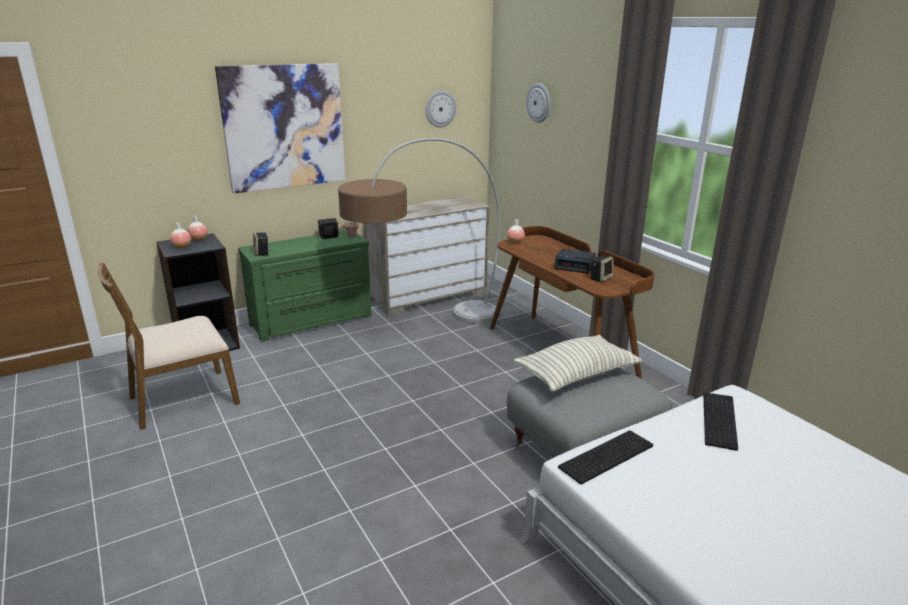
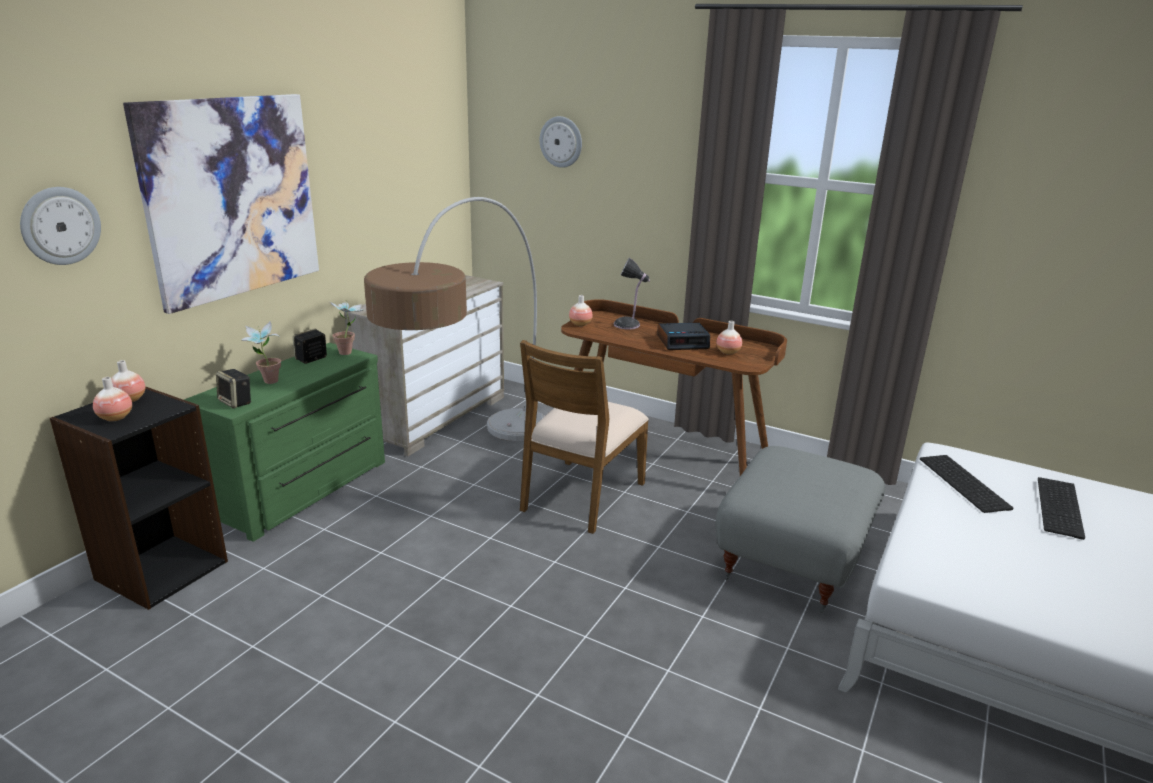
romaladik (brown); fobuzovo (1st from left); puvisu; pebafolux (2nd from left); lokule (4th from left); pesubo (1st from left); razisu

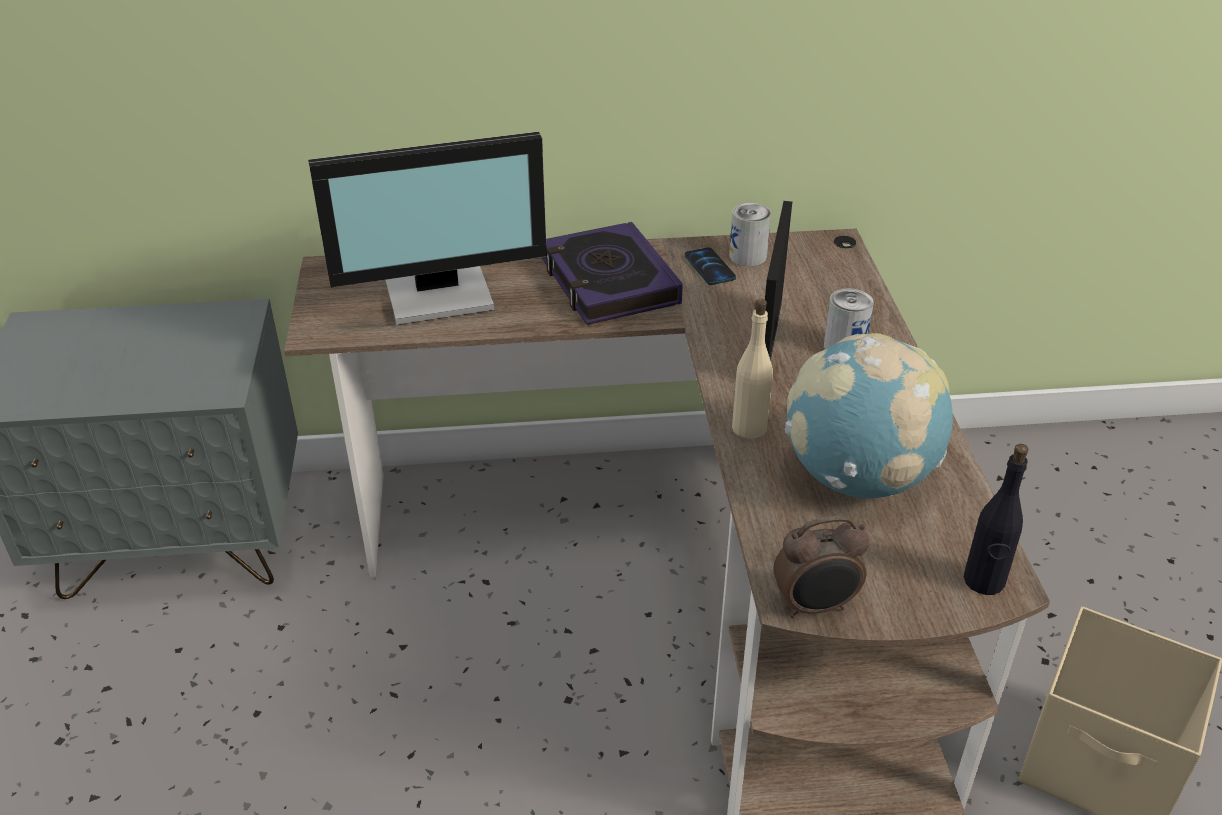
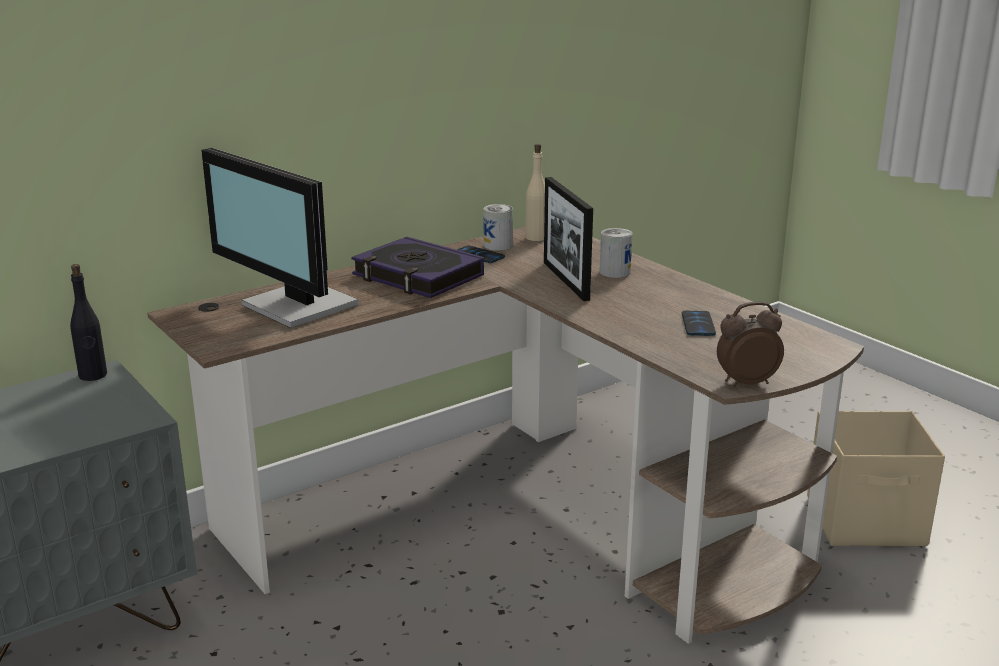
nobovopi; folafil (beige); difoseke; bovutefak (2nd from left); folafil (black)

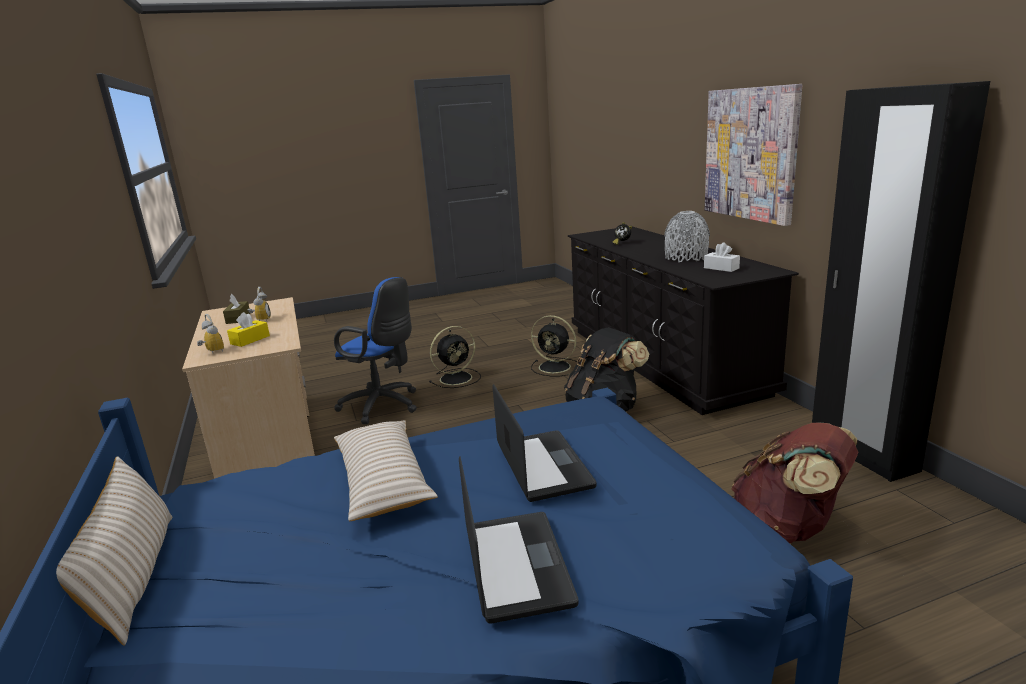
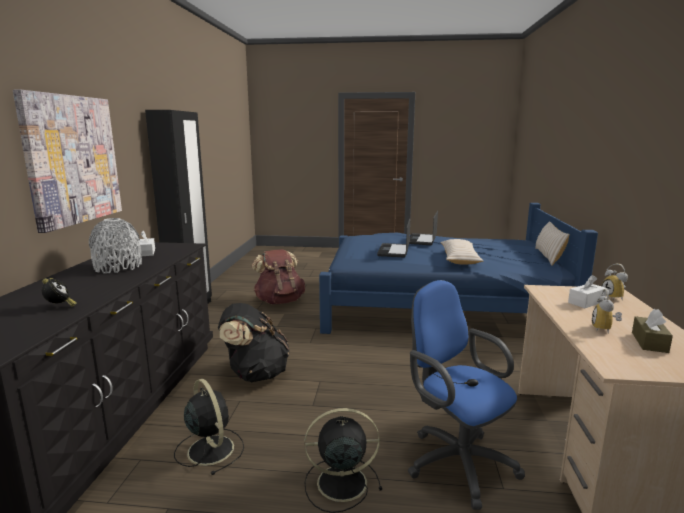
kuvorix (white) (2nd from left)

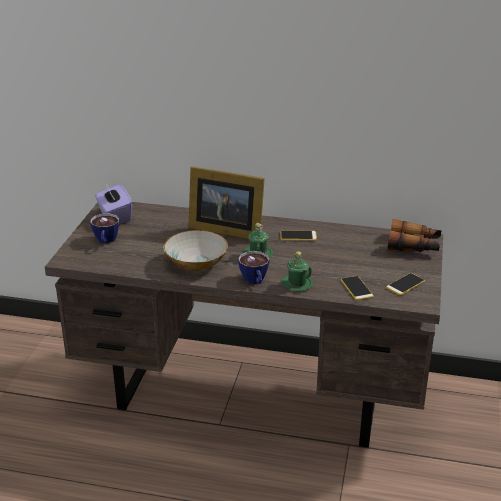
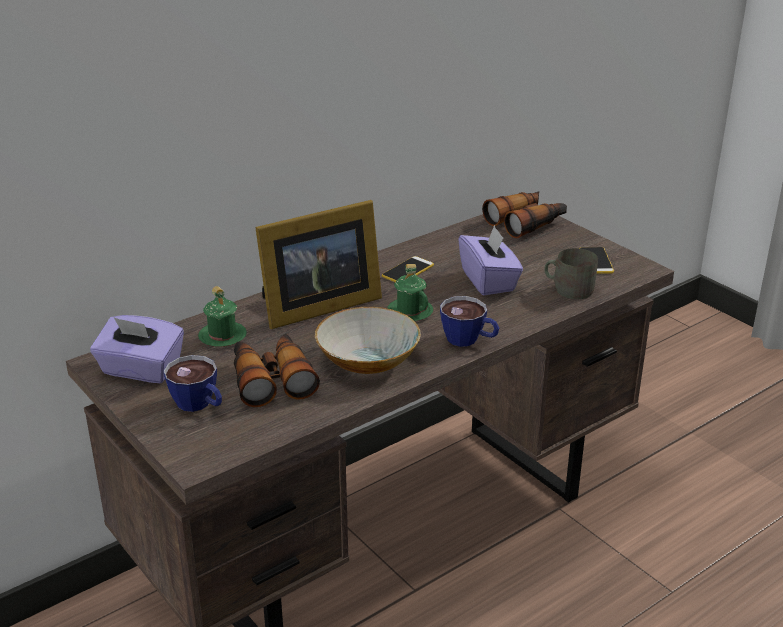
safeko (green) (1st from left); safeko (grey); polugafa (1st from left); kuvorix (purple) (2nd from left)

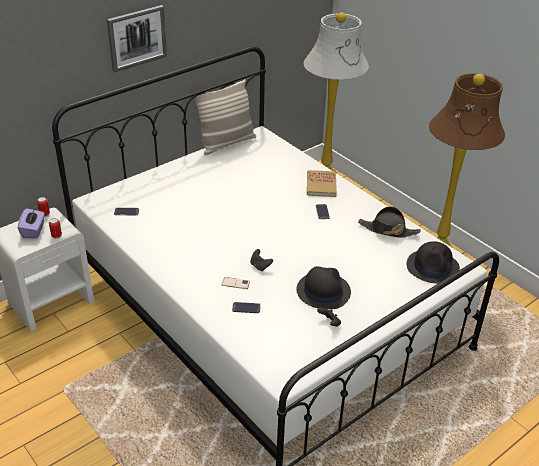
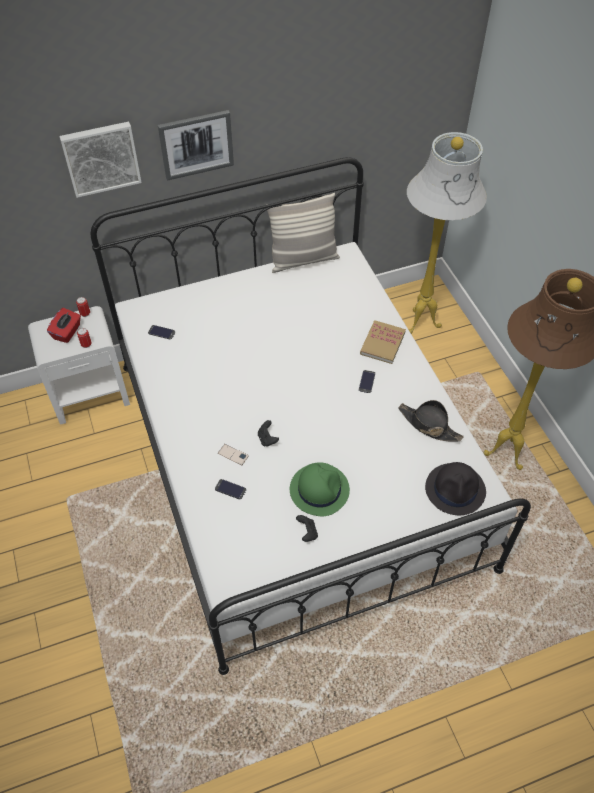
kuvorix (red); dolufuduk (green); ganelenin (1st from left)

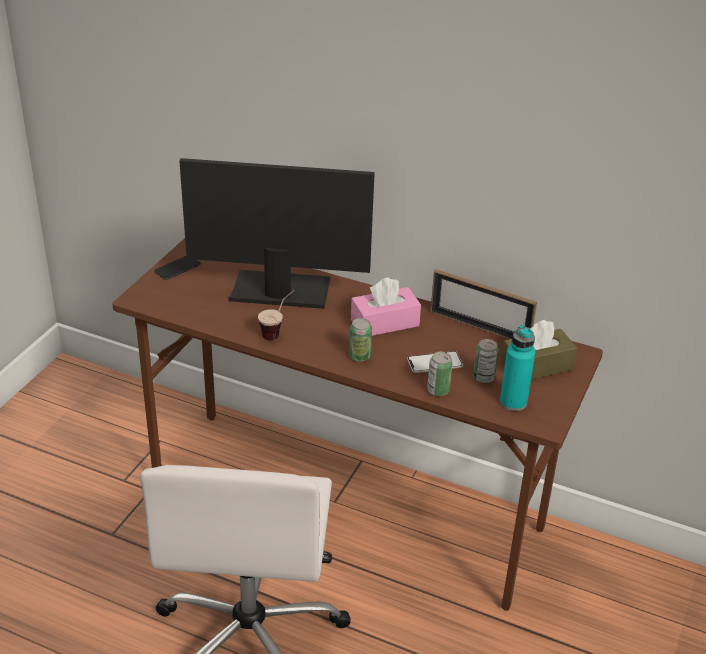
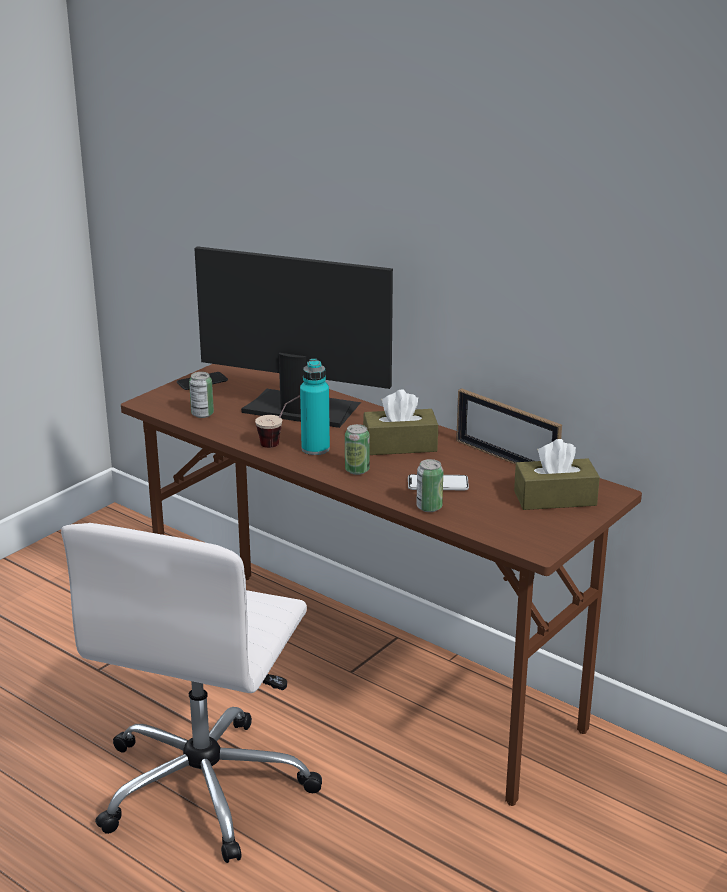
kuvorix (brown) (1st from left); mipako (1st from left); folafil (turquoise)

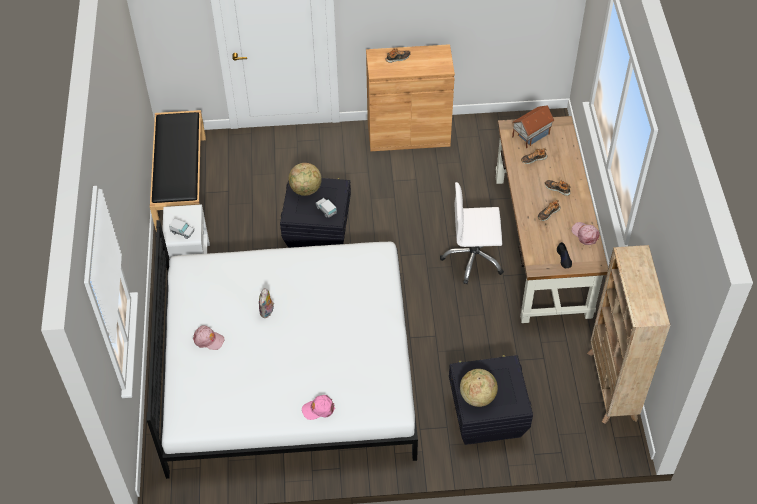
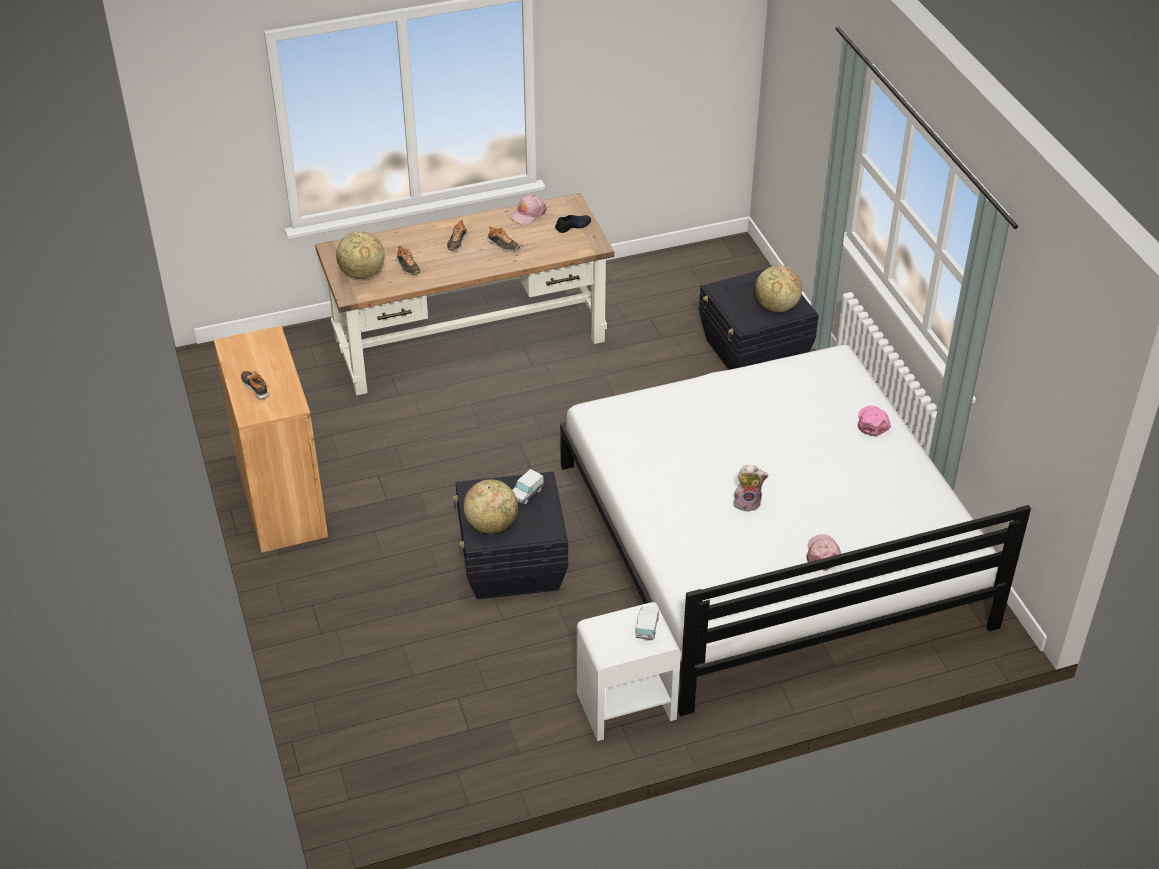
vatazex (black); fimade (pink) (3rd from left); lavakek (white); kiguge (1st from left); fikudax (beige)

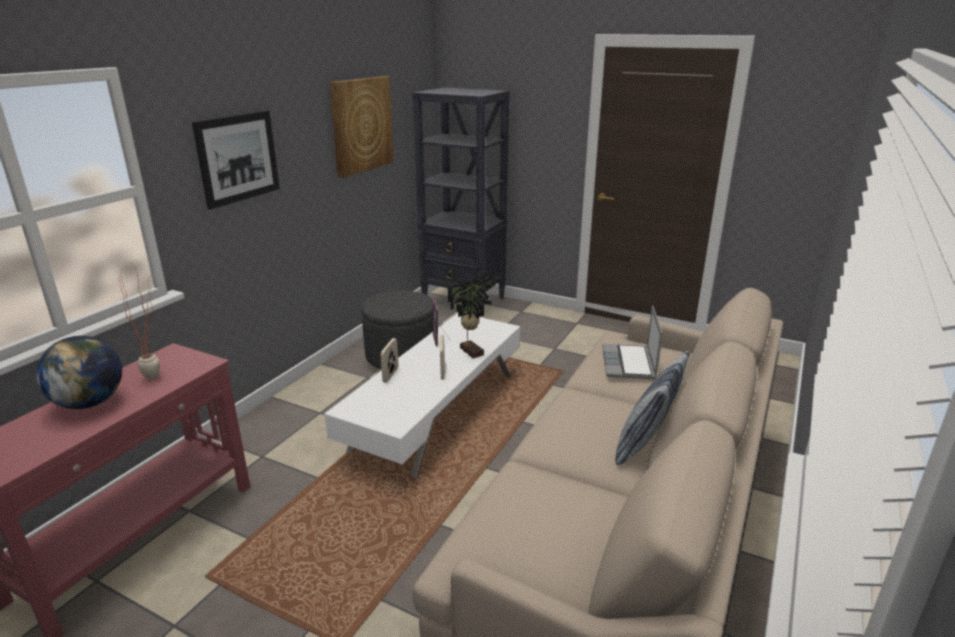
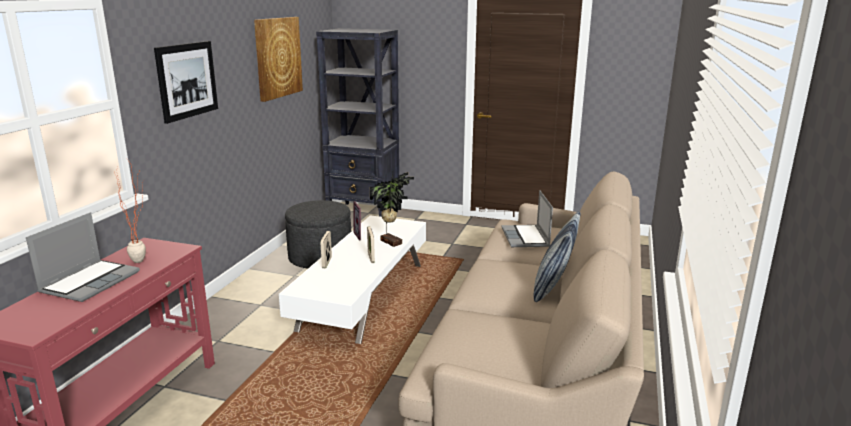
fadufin (1st from left)

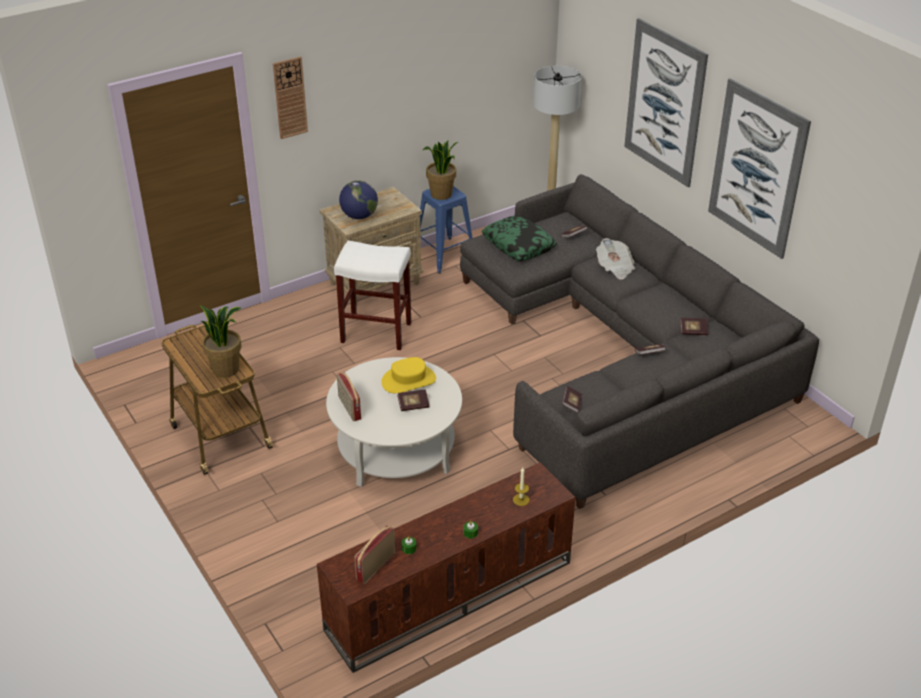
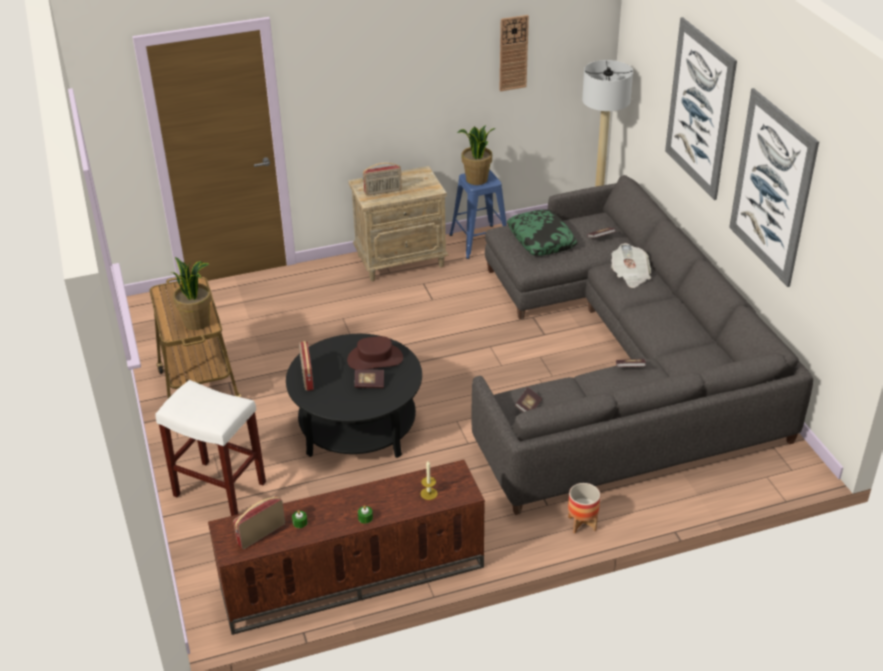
fobuzovo; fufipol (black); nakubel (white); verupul (3rd from left); dolufuduk (brown); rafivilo (5th from left in the first image); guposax

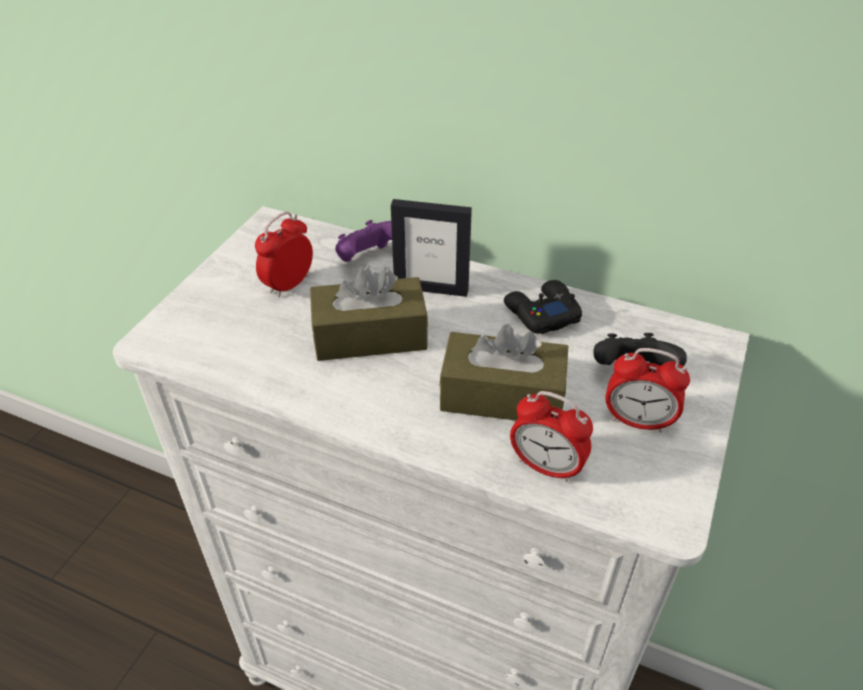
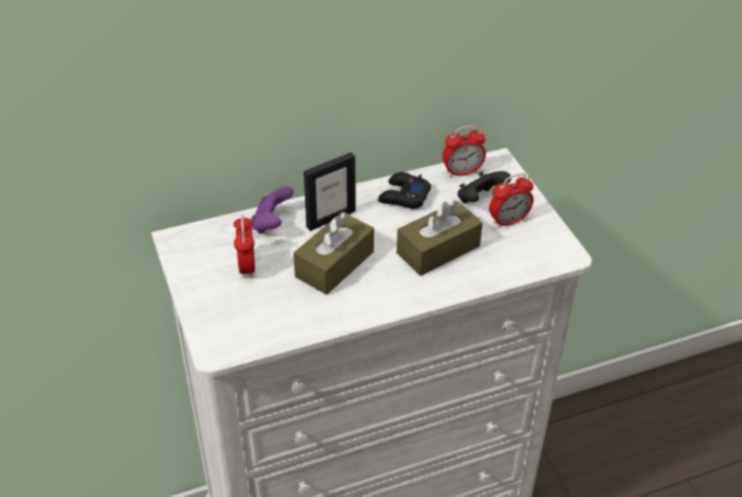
difoseke (2nd from left)

